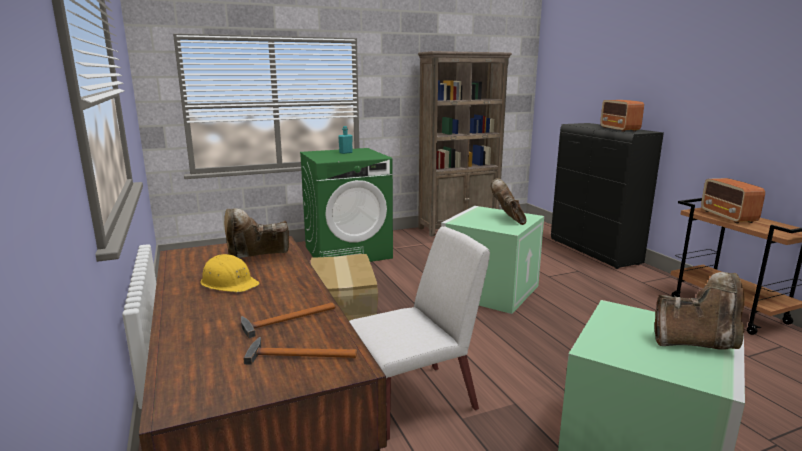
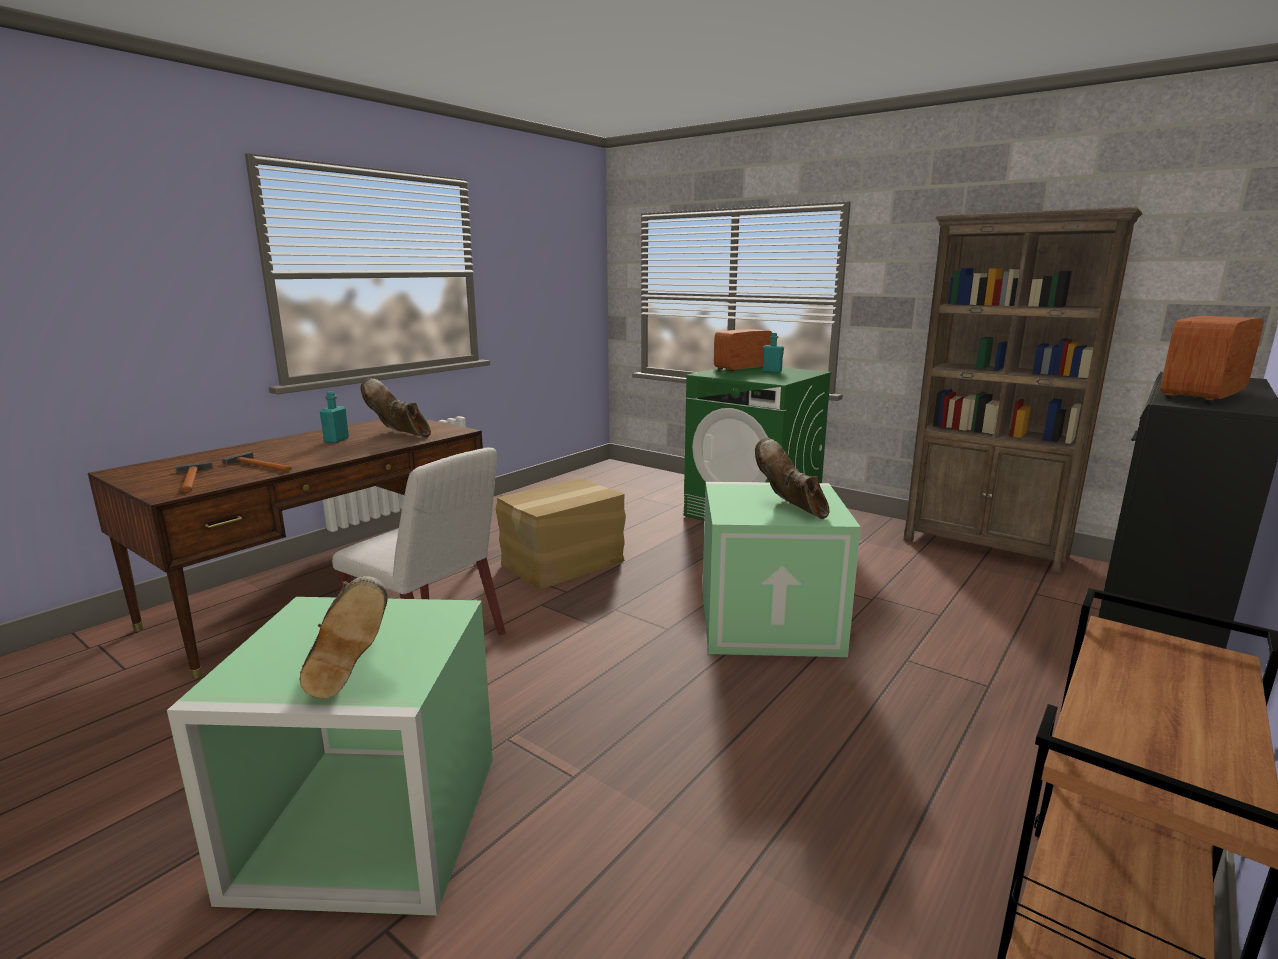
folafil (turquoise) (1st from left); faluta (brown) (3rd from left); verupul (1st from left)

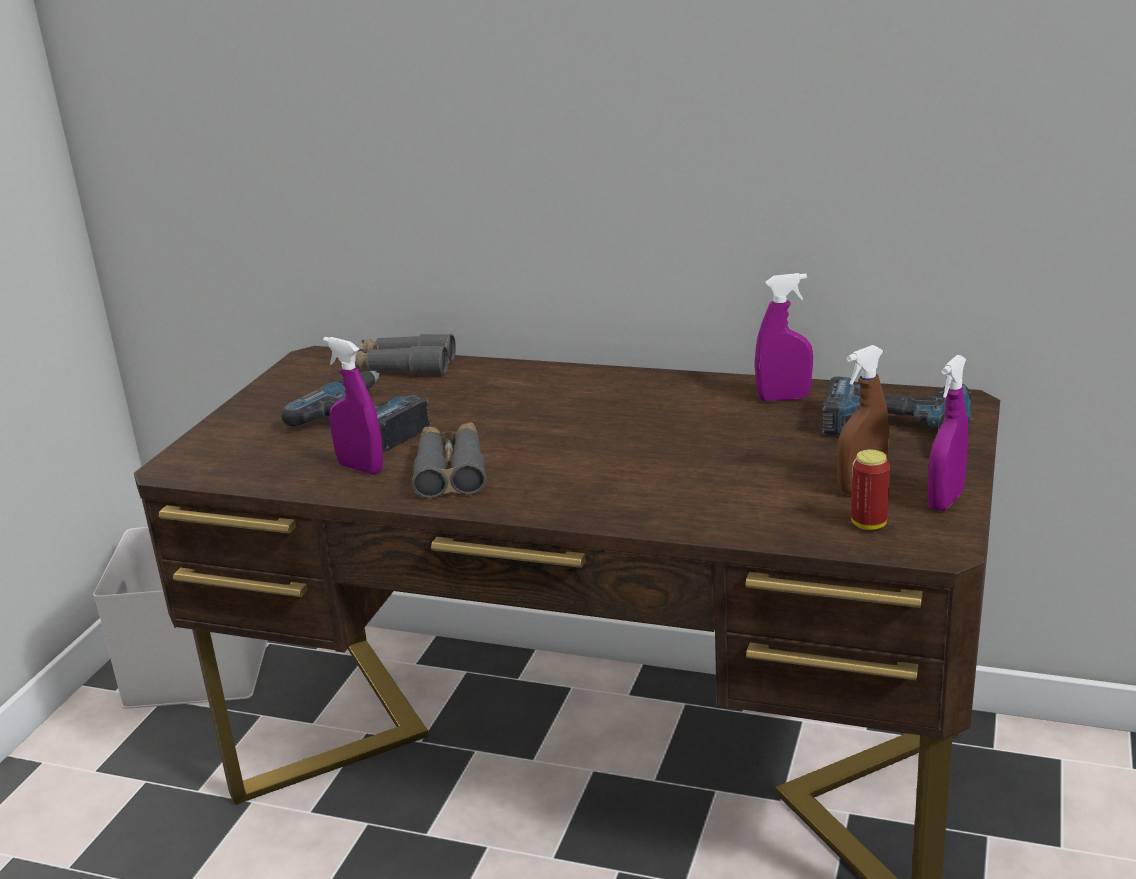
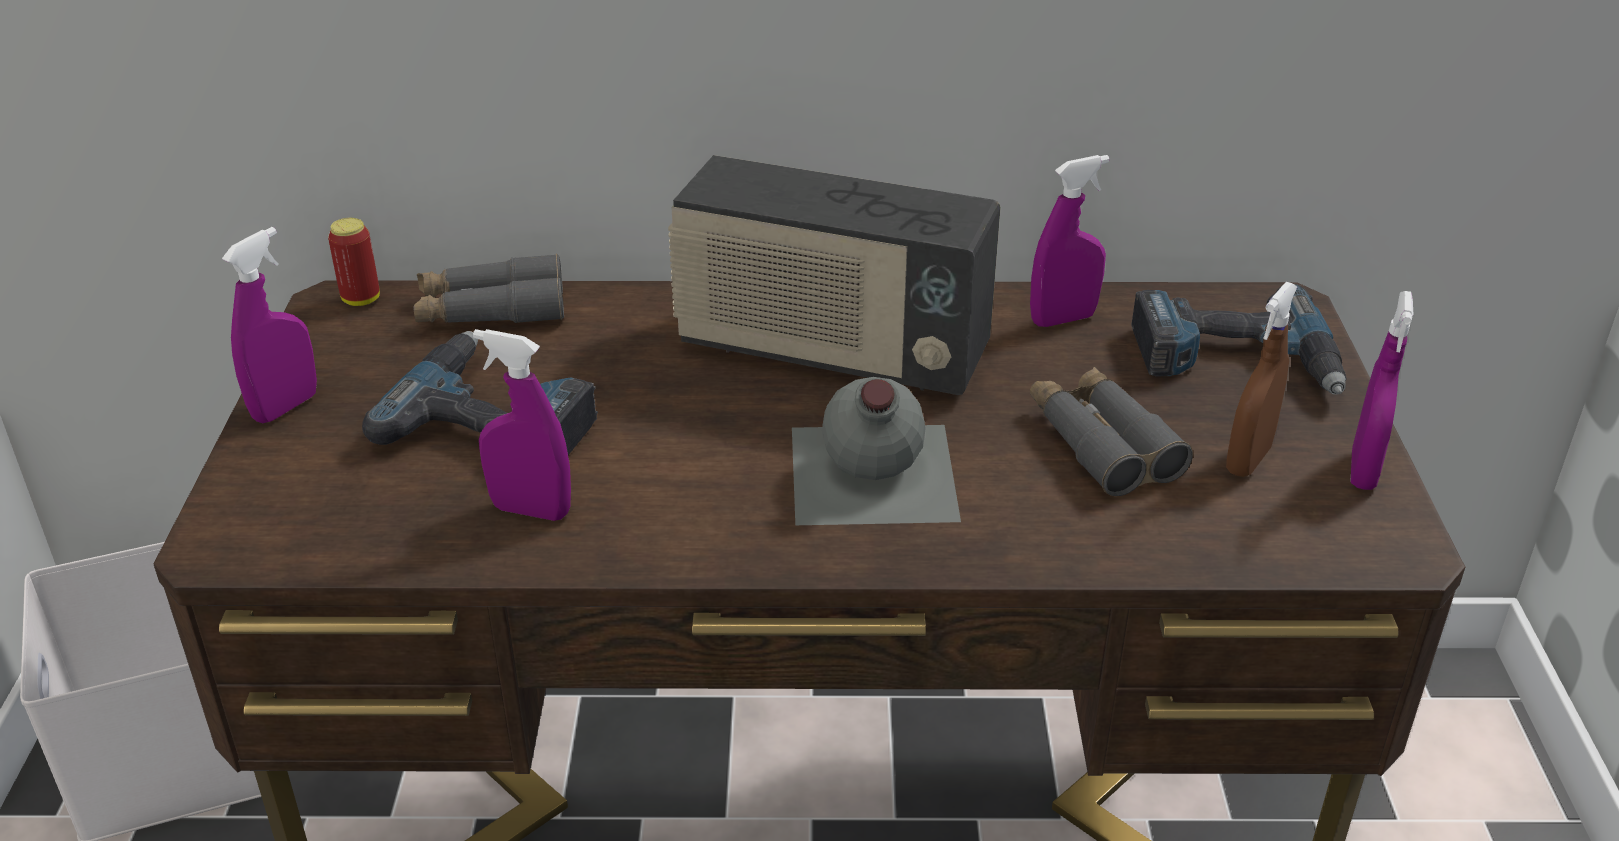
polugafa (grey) (2nd from left); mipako; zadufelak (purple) (1st from left); verupul; folafil (grey)

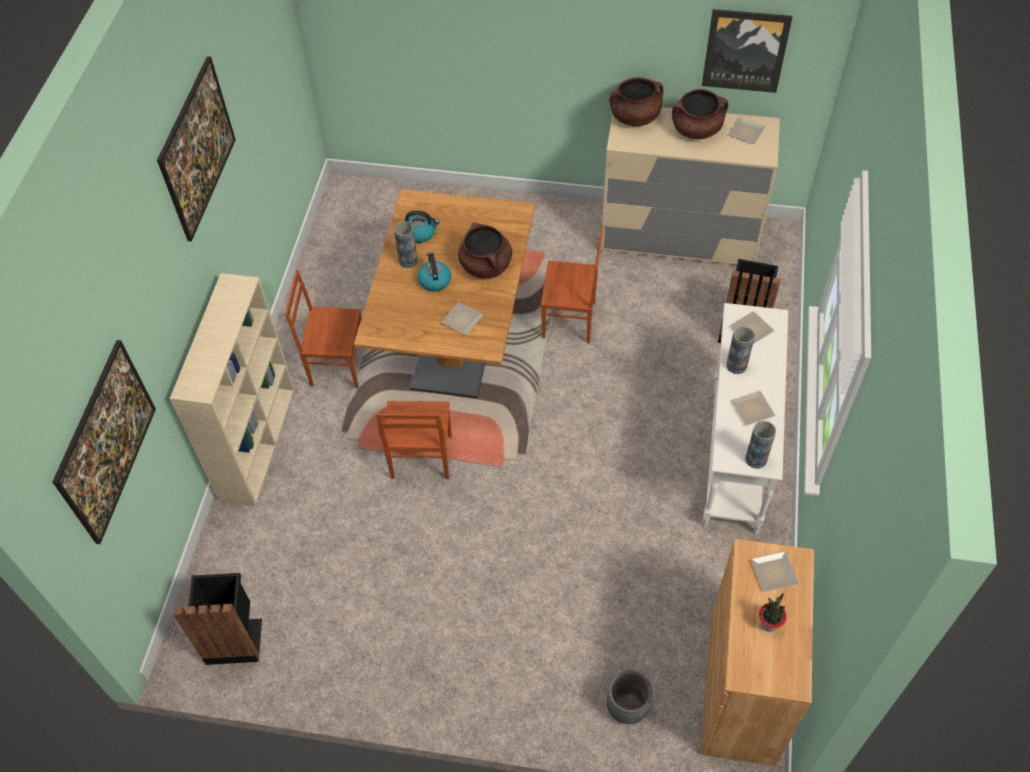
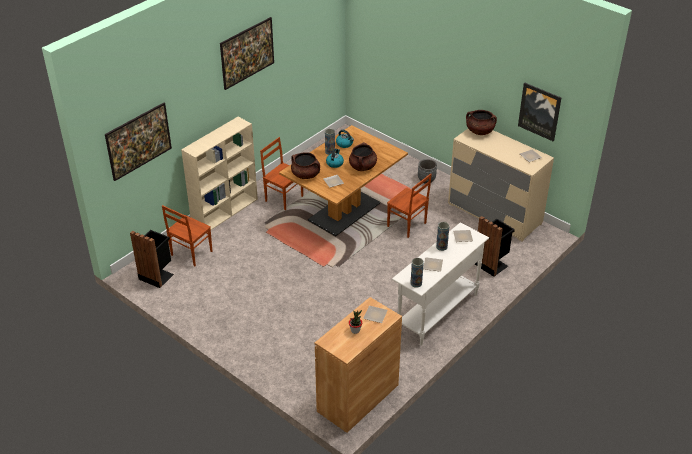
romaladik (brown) (1st from left); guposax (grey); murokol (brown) (1st from left)

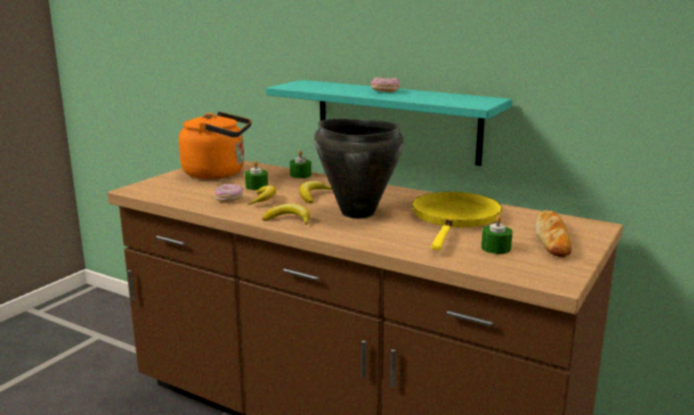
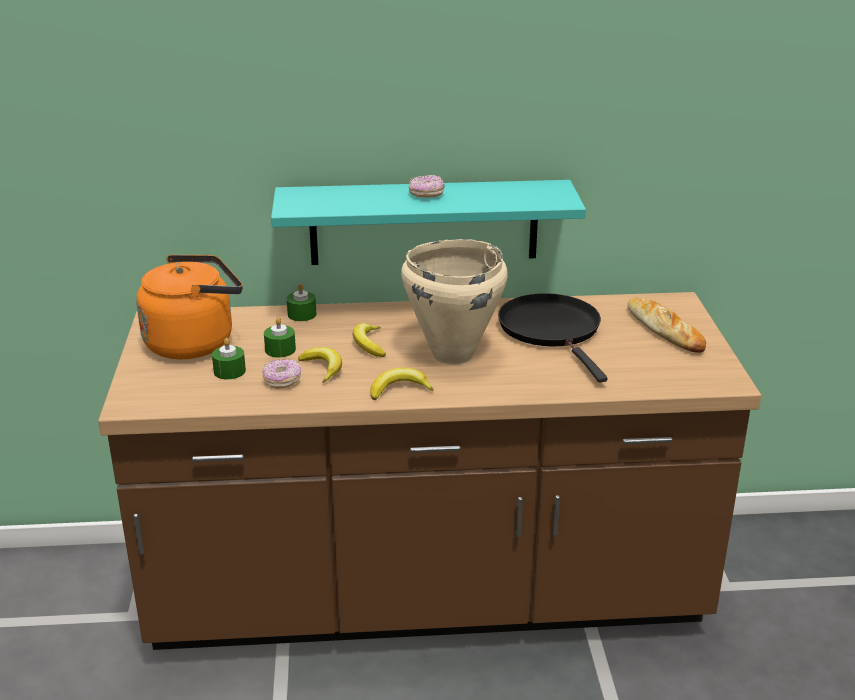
murokol (beige); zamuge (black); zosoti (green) (1st from left)

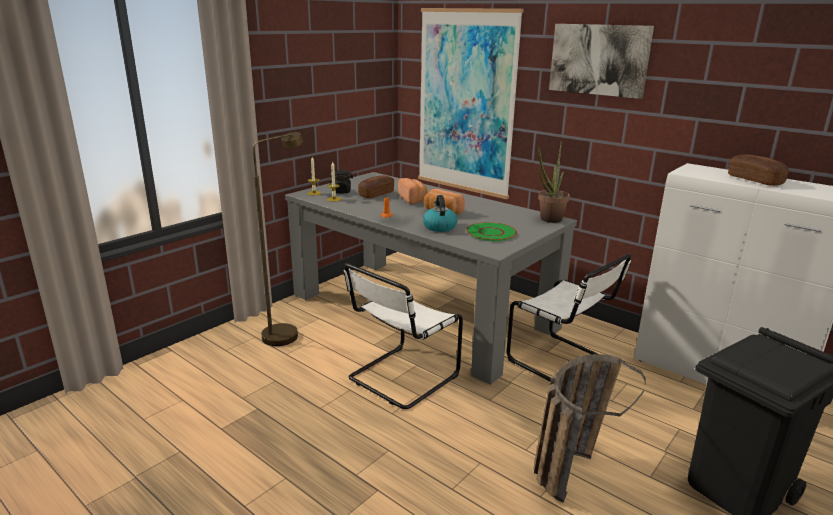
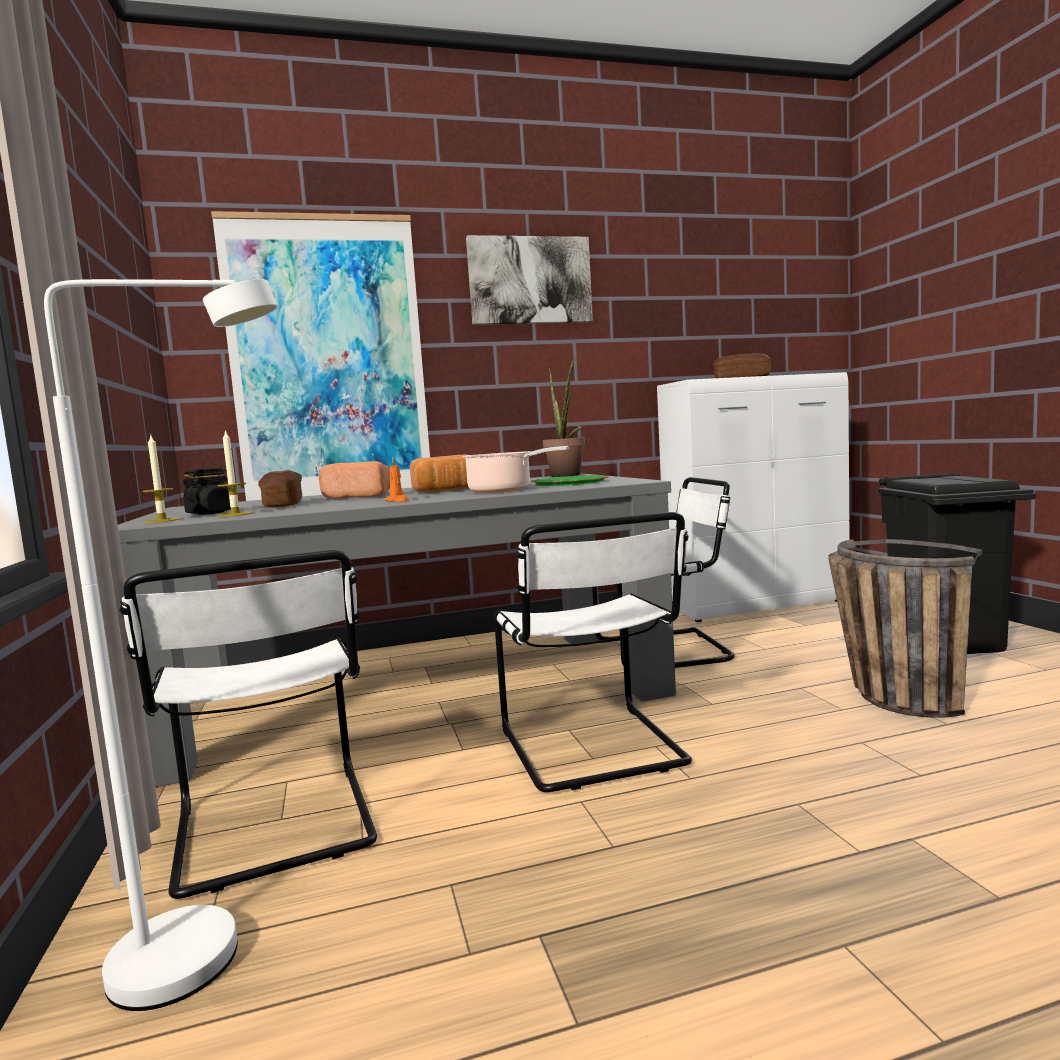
romaladik (white) (1st from left); murokol; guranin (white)

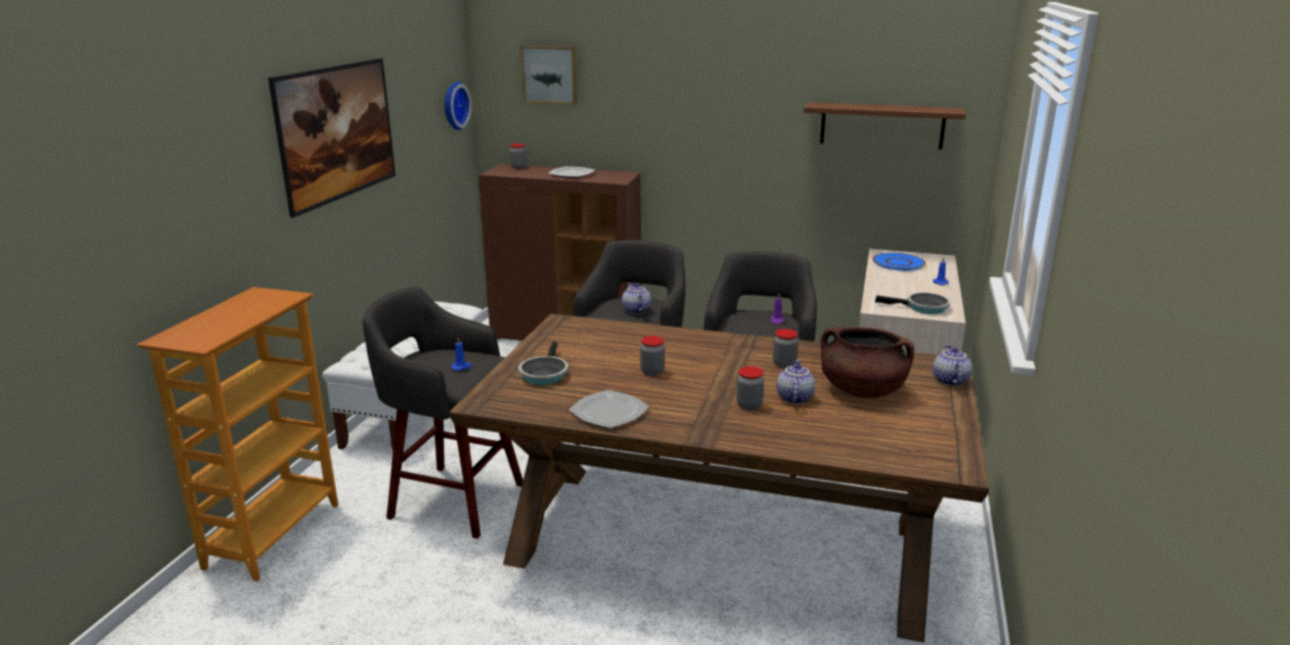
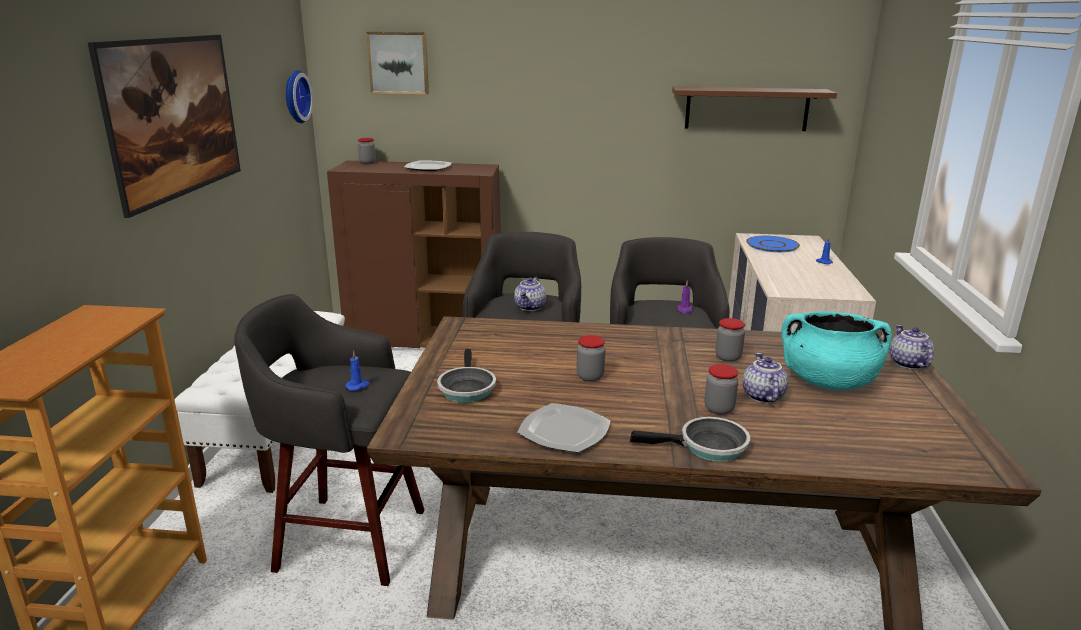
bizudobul (1st from left); murokol (turquoise); zamuge (2nd from left)

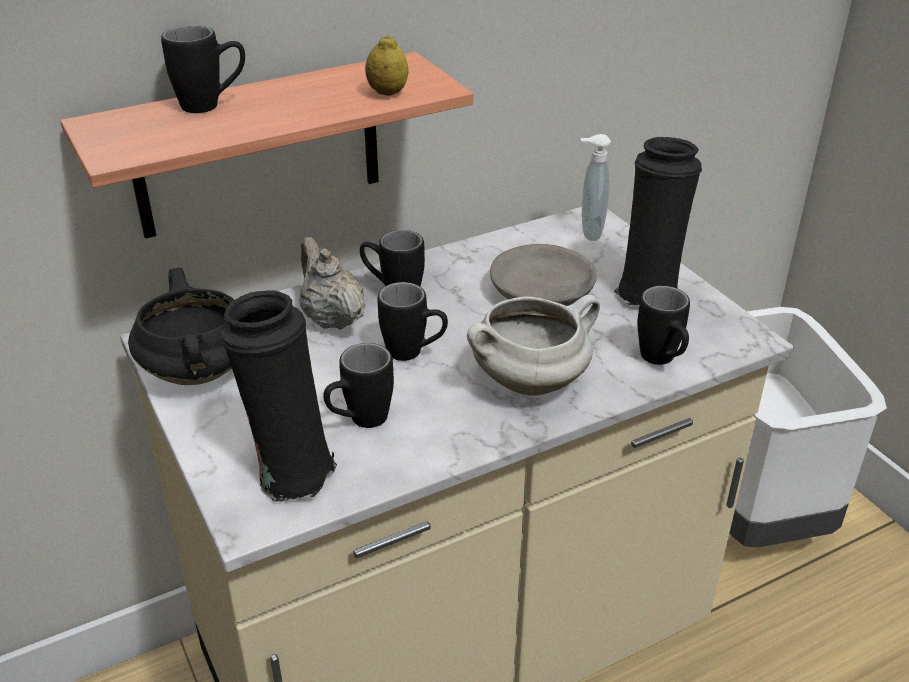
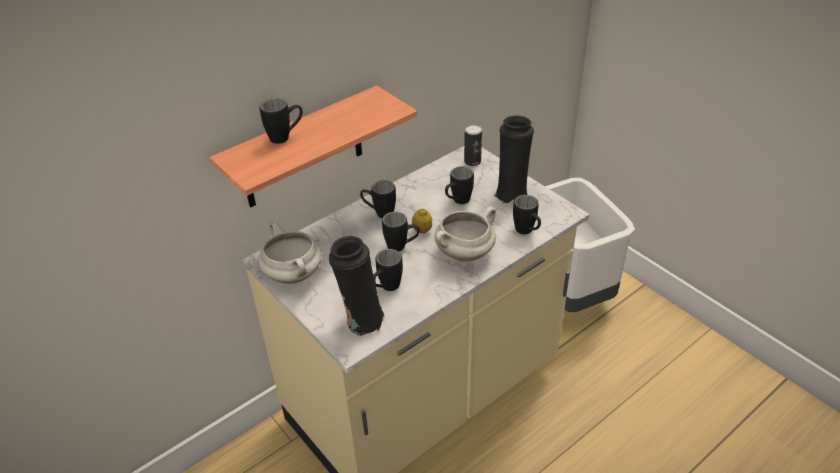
murokol (white) (1st from left); bizudobul (beige); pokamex; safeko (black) (5th from left); mipako

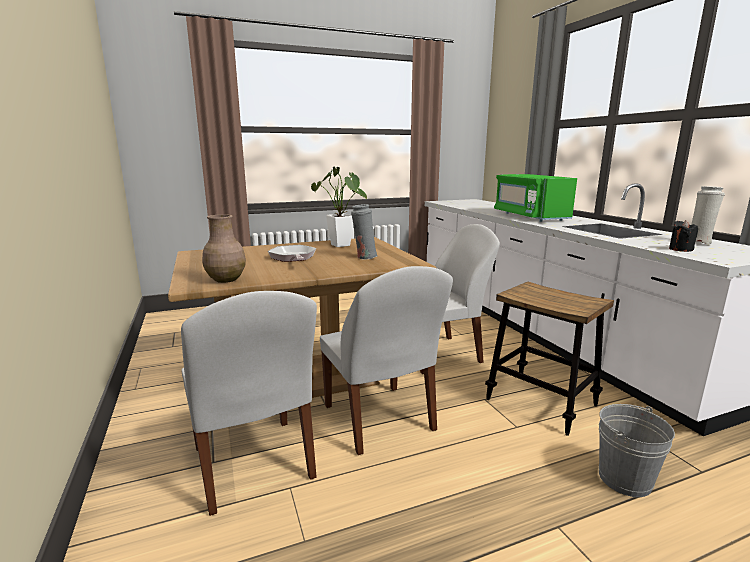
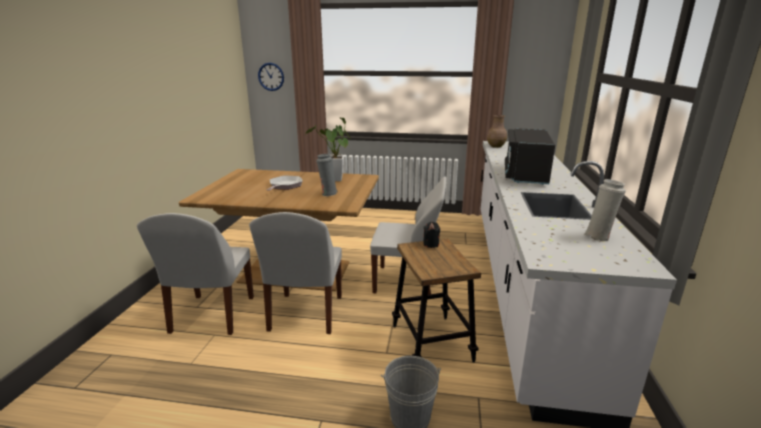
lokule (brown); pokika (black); zosoti (black); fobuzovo

